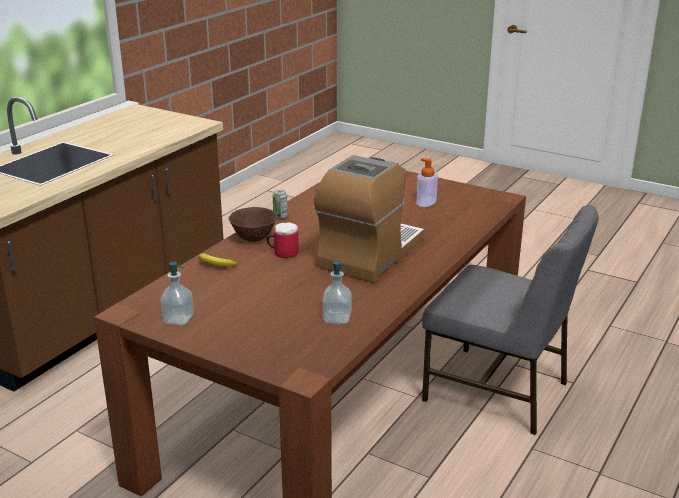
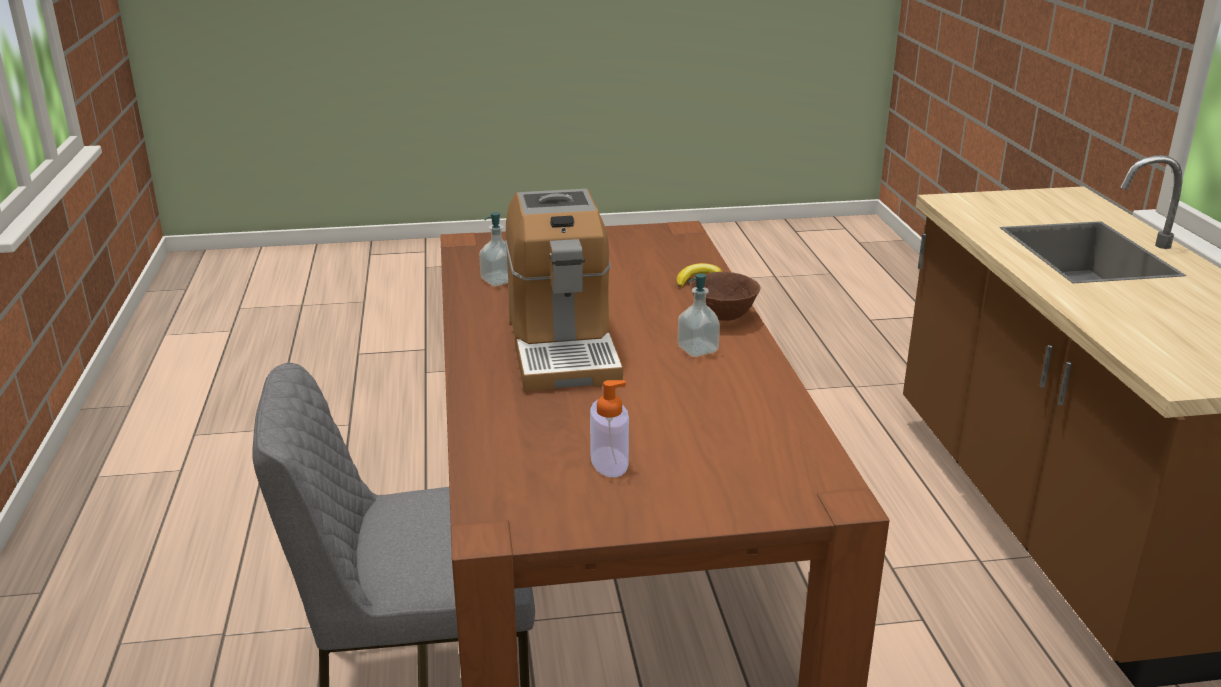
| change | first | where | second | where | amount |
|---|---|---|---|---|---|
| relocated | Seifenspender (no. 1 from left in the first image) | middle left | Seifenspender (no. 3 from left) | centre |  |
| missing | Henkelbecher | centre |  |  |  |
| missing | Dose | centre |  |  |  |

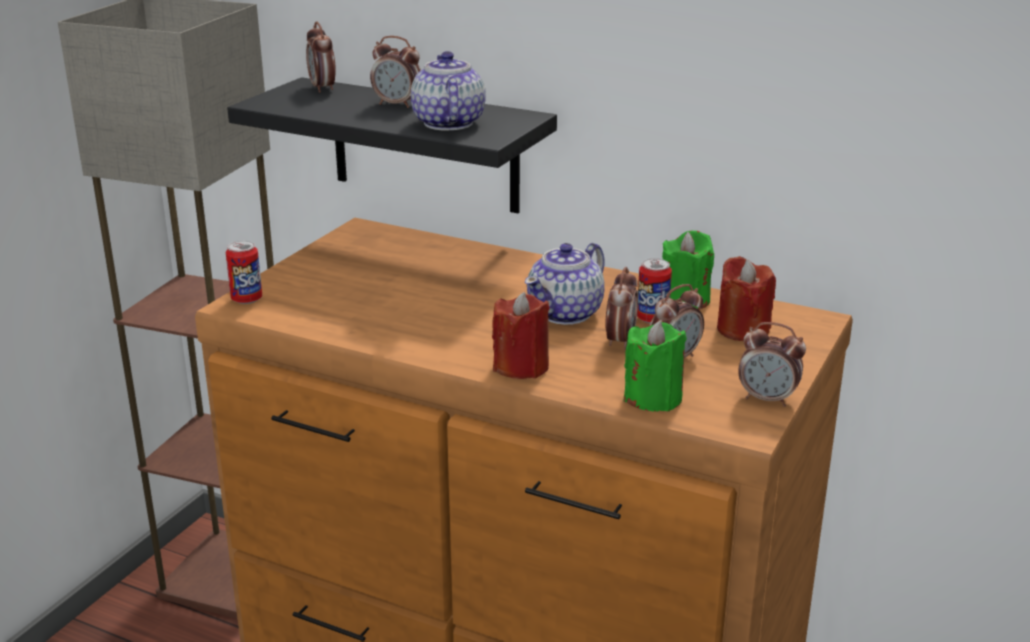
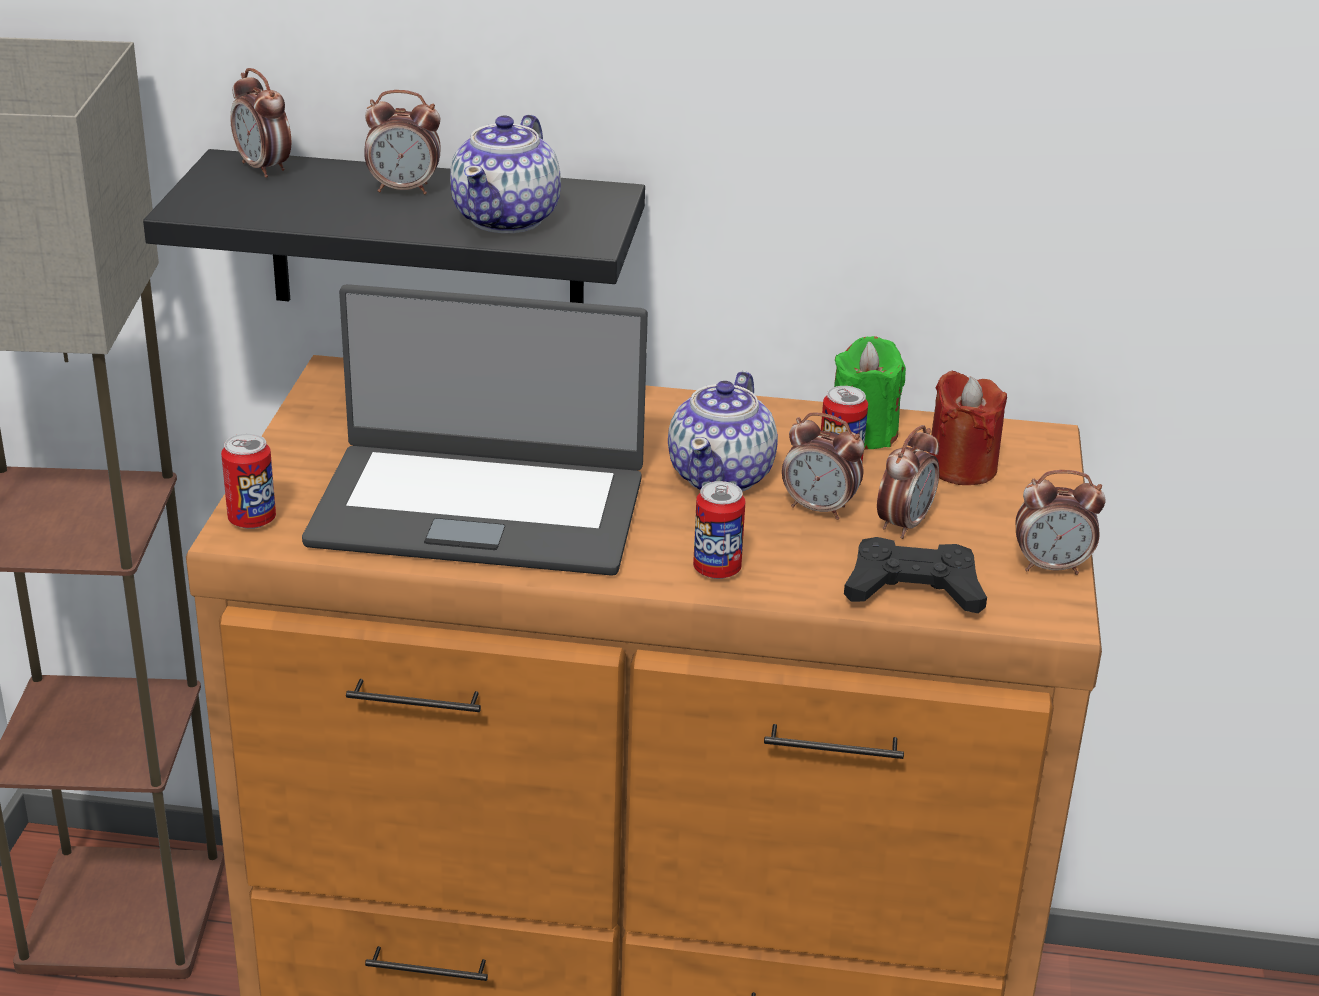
| change | first | where | second | where | amount |
|---|---|---|---|---|---|
| appeared |  |  | Laptop | centre |  |
| spun | Teekanne (no. 1 from left) | top centre |  | top centre | 135 degrees counterclockwise |
| exchanged | Kerze (rot) (no. 1 from left) | centre | Dose (no. 2 from left) | centre |  |
| spun | Wecker (no. 3 from left) | centre |  | centre | 120 degrees clockwise |
| exchanged | Kerze (grün) (no. 1 from left) | centre | Gamepad (schwarz) | middle right |  |

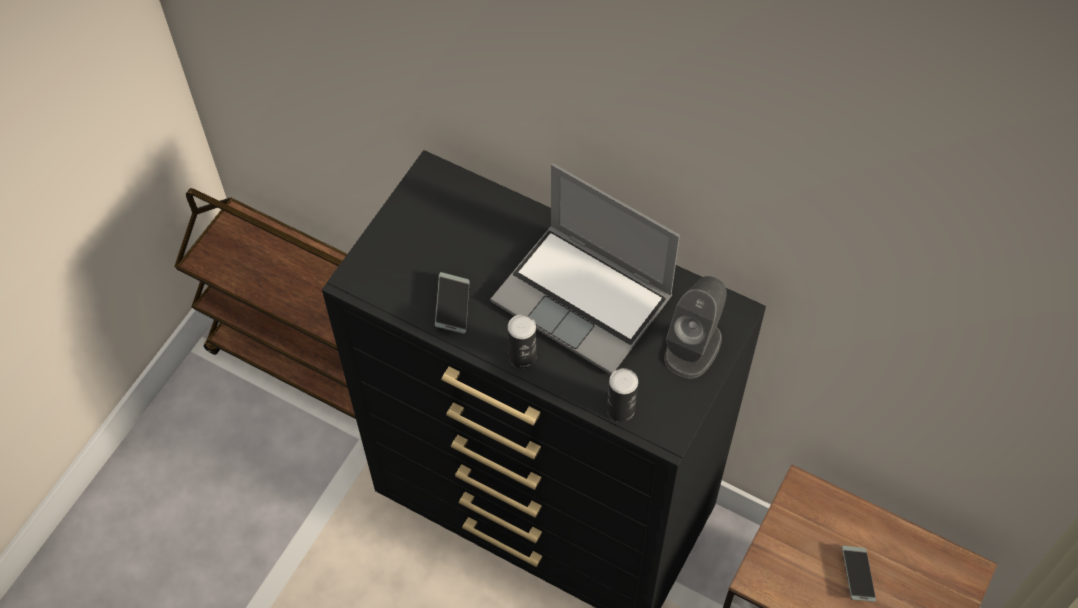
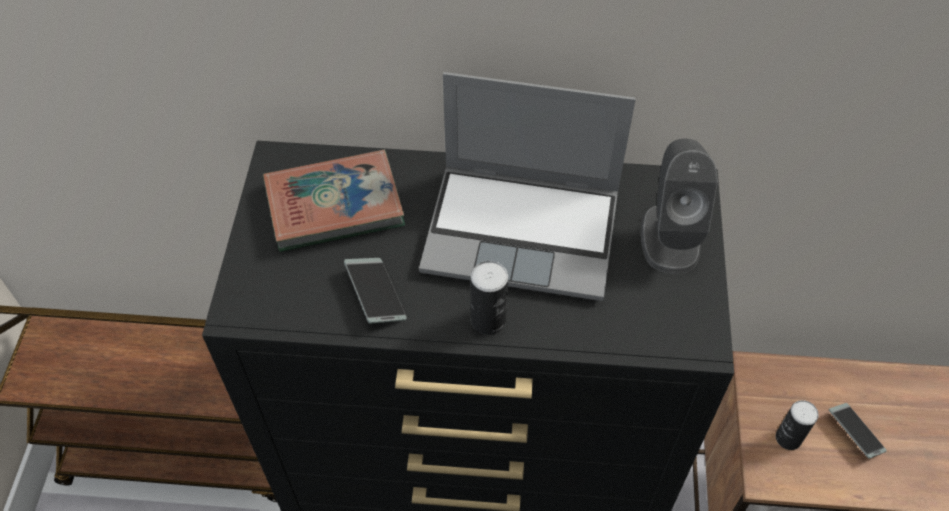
| change | first | where | second | where | amount |
|---|---|---|---|---|---|
| appeared |  |  | Buch | centre |  |
| relocated | Dose (no. 2 from left) | centre |  | bottom right |  |

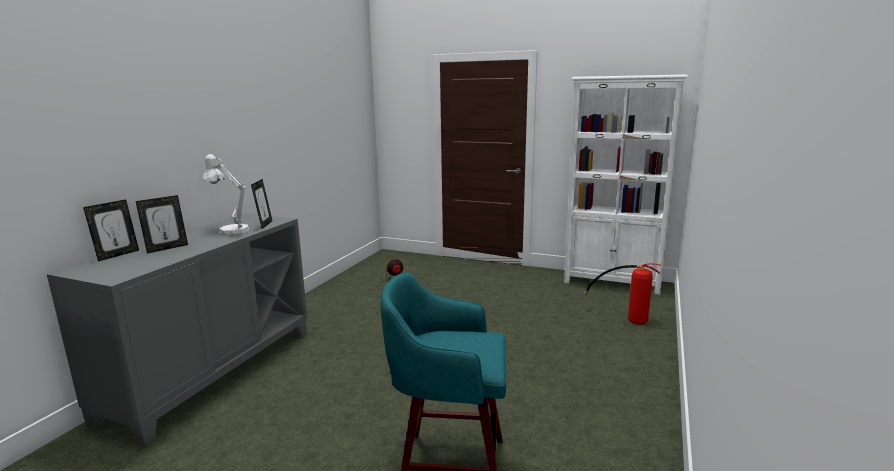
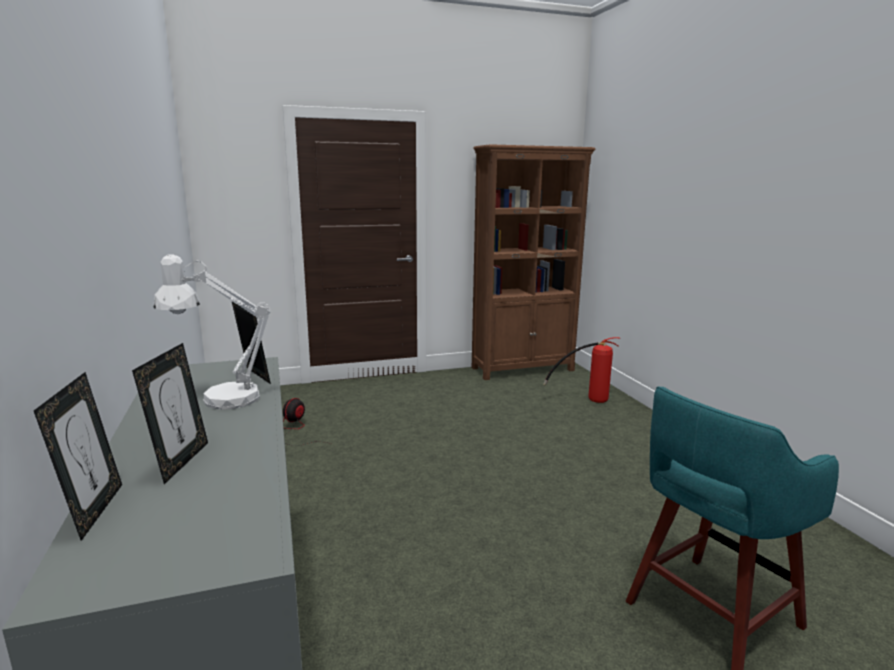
| change | first | where | second | where | amount |
|---|---|---|---|---|---|
| colour | Bücherregal (weiß) | middle right | Bücherregal (braun) | centre |  |

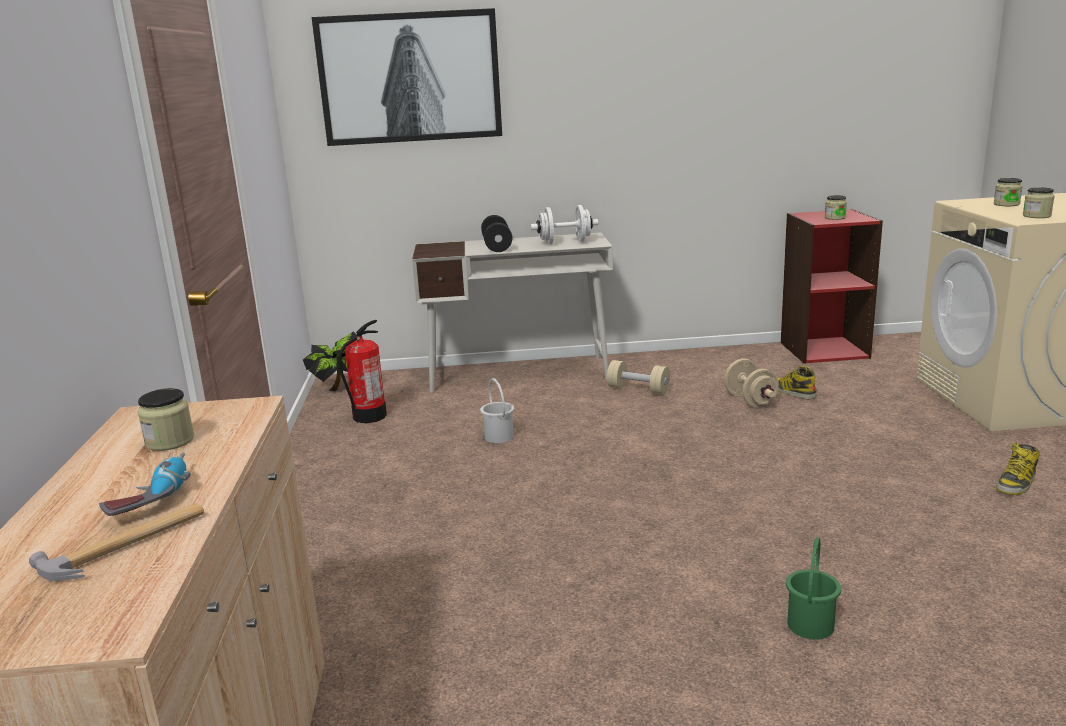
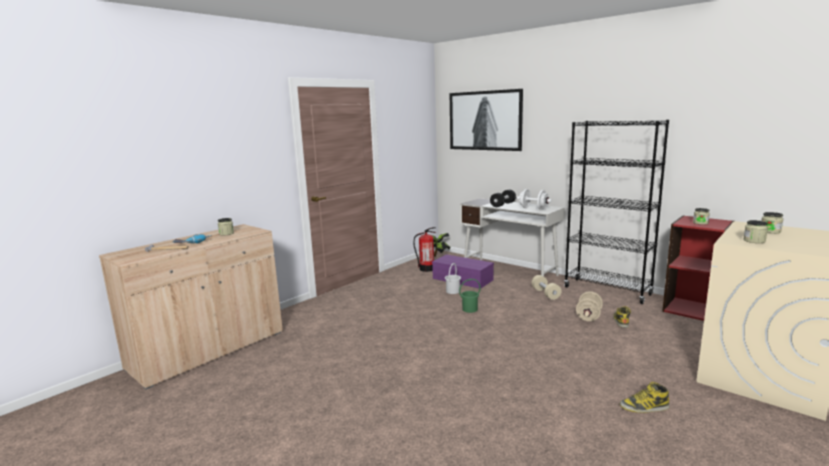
| change | first | where | second | where | amount |
|---|---|---|---|---|---|
| appeared |  |  | Aufbewahrungsbox (lila) | centre |  |
| relocated | Eimer (grün) | bottom right |  | centre |  |
| appeared |  |  | Bücherregal (schwarz) | middle right |  |

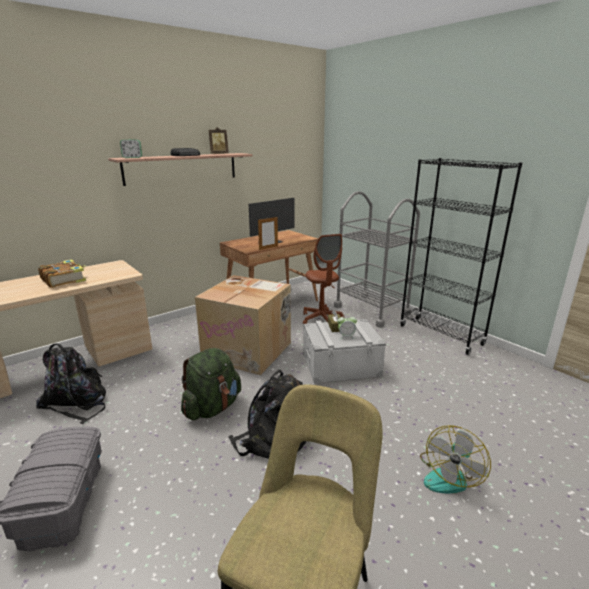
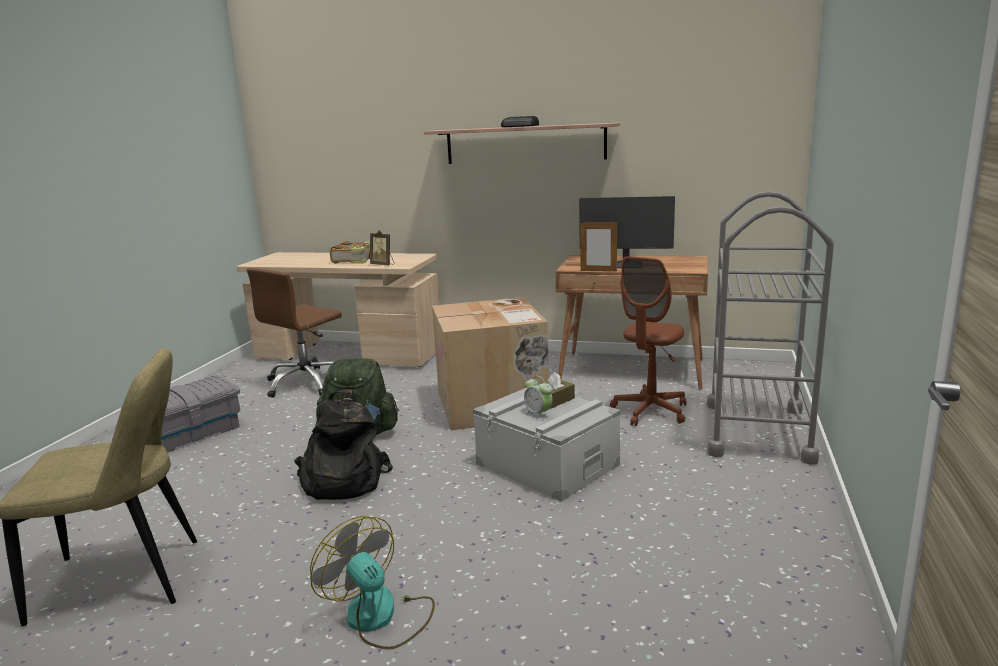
| change | first | where | second | where | amount |
|---|---|---|---|---|---|
| exchanged | Rucksack (schwarz) (no. 1 from left) | middle left | Bürostuhl (braun) (no. 1 from left) | middle left |  |
| spun | Ventilator | bottom right |  | bottom centre | 45 degrees clockwise |
| relocated | Bilderrahmen (no. 1 from left) | top centre |  | centre |  |
| missing | Wecker (no. 1 from left) | top left |  |  |  |
| missing | Bücherregal (schwarz) | middle right |  |  |  |

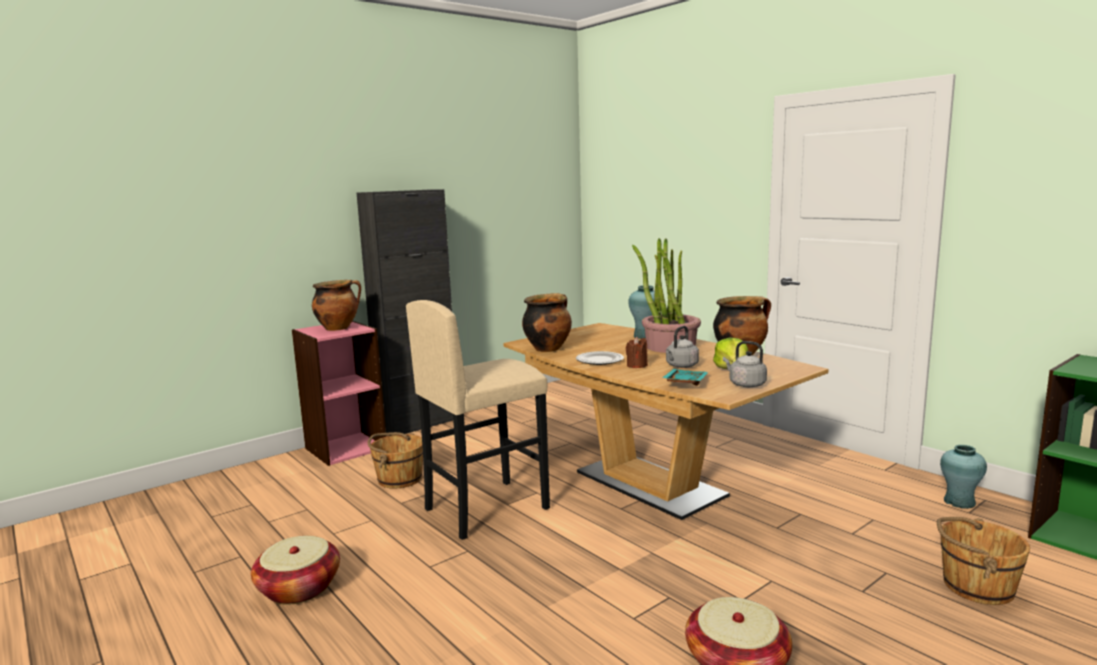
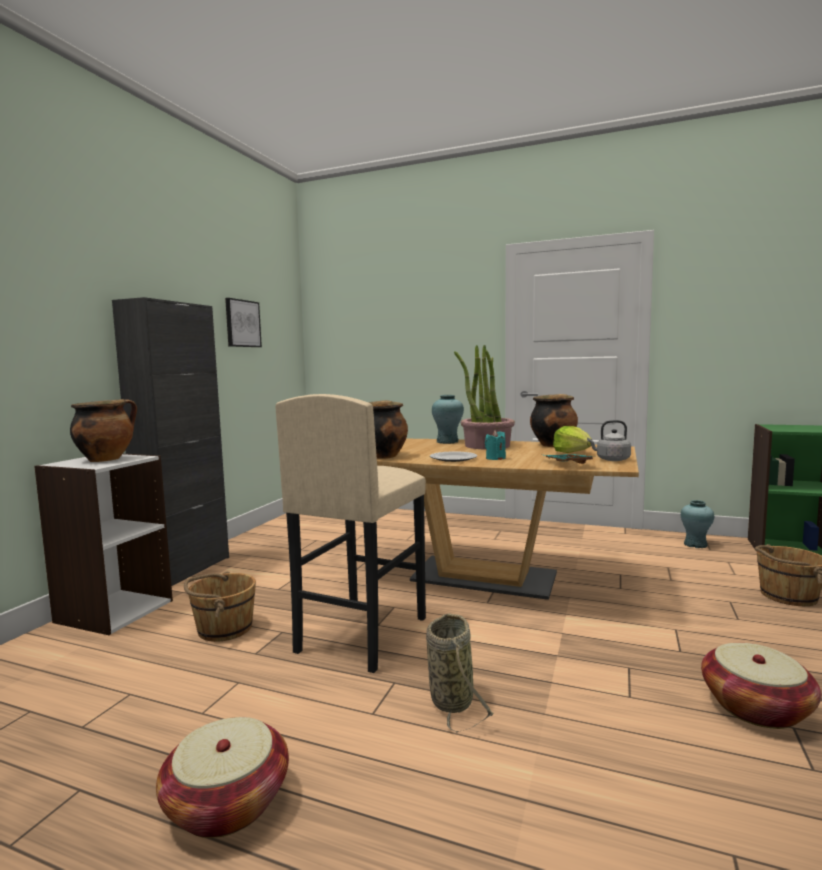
| change | first | where | second | where | amount |
|---|---|---|---|---|---|
| colour | Bücherregal (rosa) | middle left | Bücherregal (weiß) | middle left |  |
| appeared |  |  | Bild | middle left |  |
| appeared |  |  | Korb (no. 2 from left) | bottom centre |  |
| colour | Kerze (braun) | centre | Kerze (türkis) | centre |  |
| missing | Wasserkessel (grau) (no. 1 from left) | centre |  |  |  |

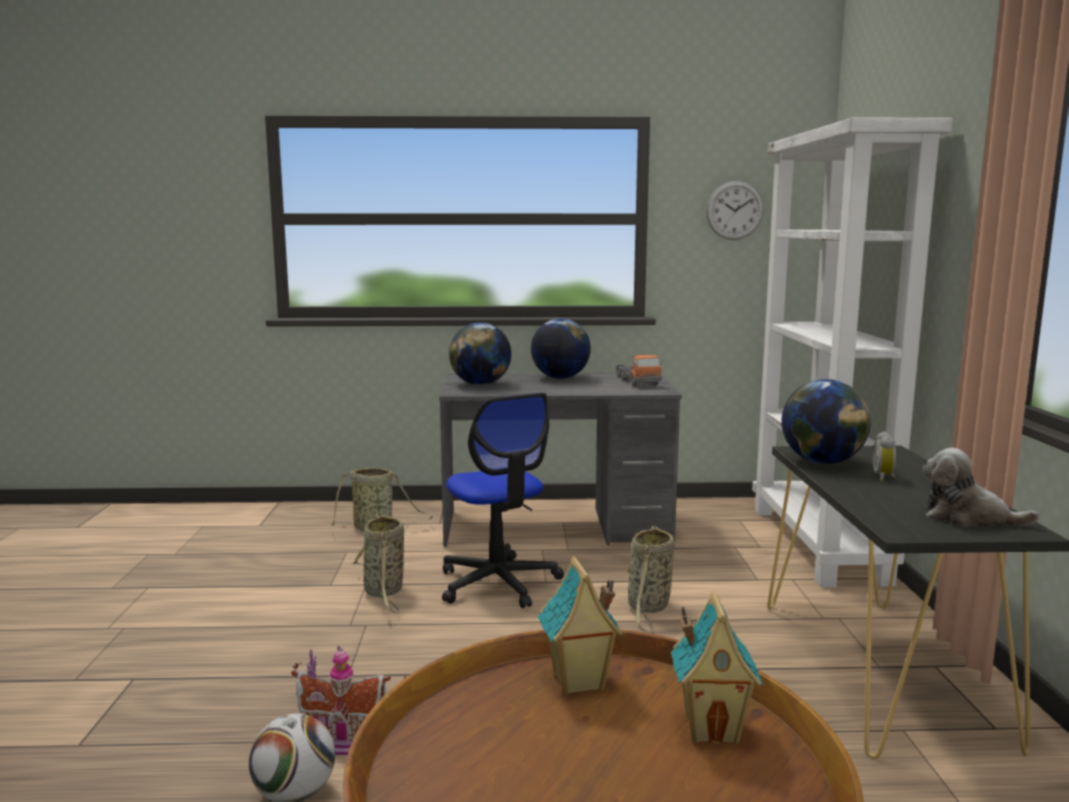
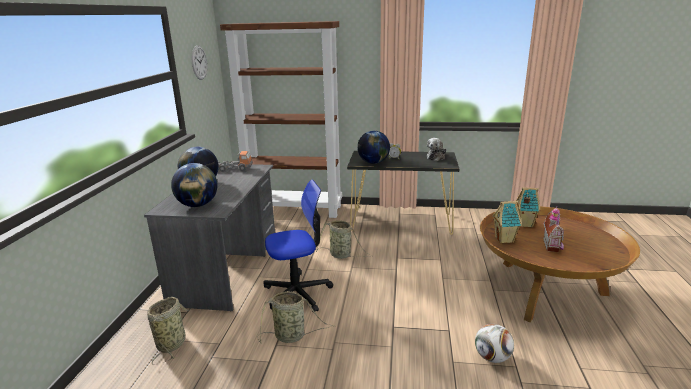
| change | first | where | second | where | amount |
|---|---|---|---|---|---|
| colour | Bücherregal (weiß) | middle right | Bücherregal (braun) | top centre |  |
| relocated | Spielzeughaus (no. 1 from left in the first image) | bottom left | Spielzeughaus (no. 3 from left) | middle right |  |

